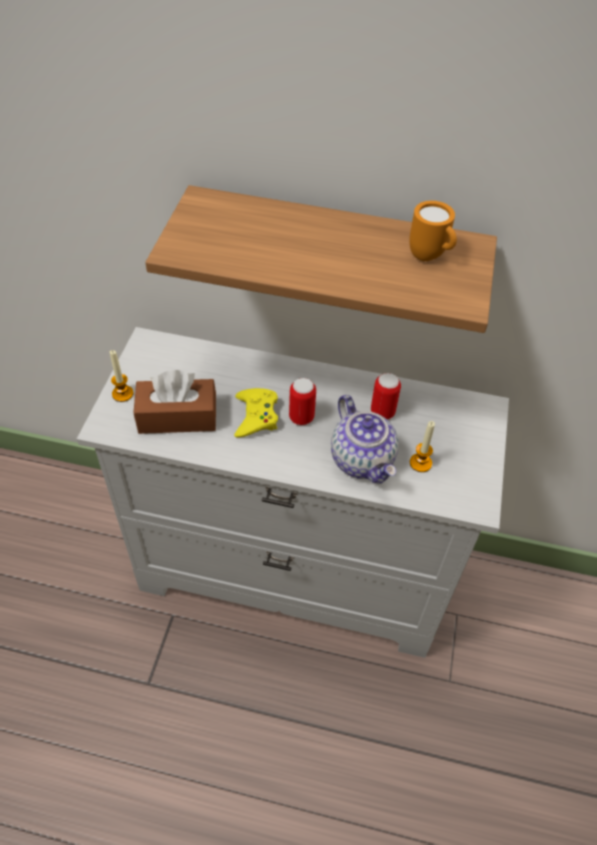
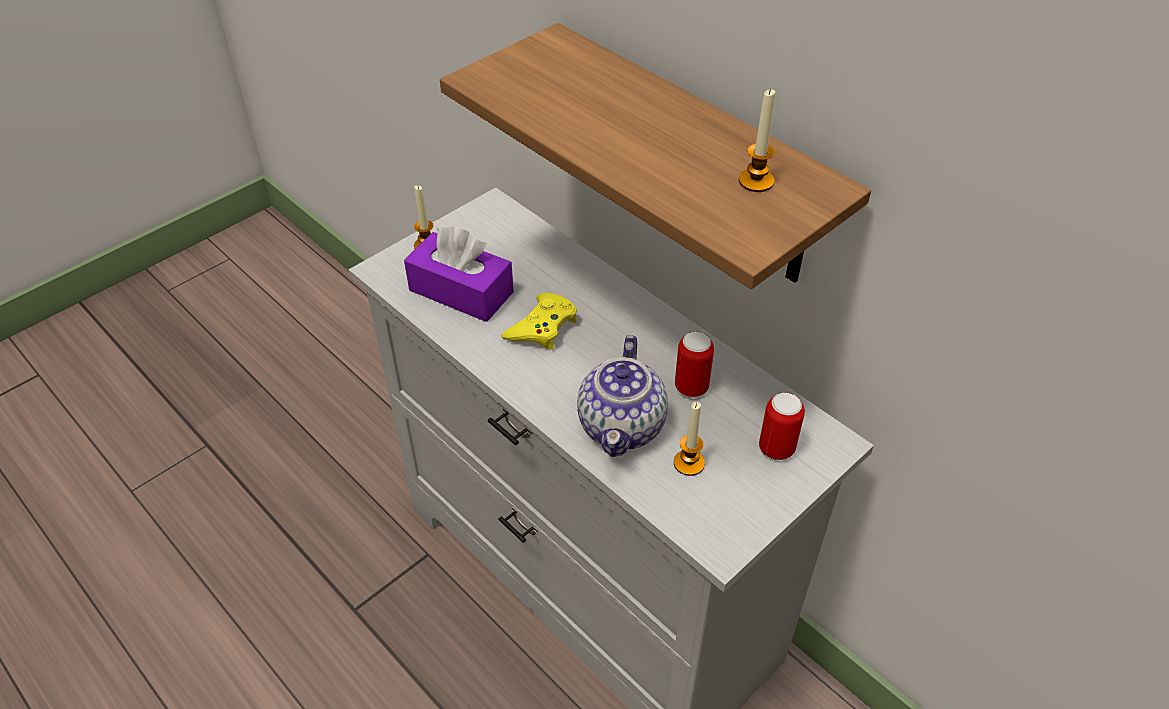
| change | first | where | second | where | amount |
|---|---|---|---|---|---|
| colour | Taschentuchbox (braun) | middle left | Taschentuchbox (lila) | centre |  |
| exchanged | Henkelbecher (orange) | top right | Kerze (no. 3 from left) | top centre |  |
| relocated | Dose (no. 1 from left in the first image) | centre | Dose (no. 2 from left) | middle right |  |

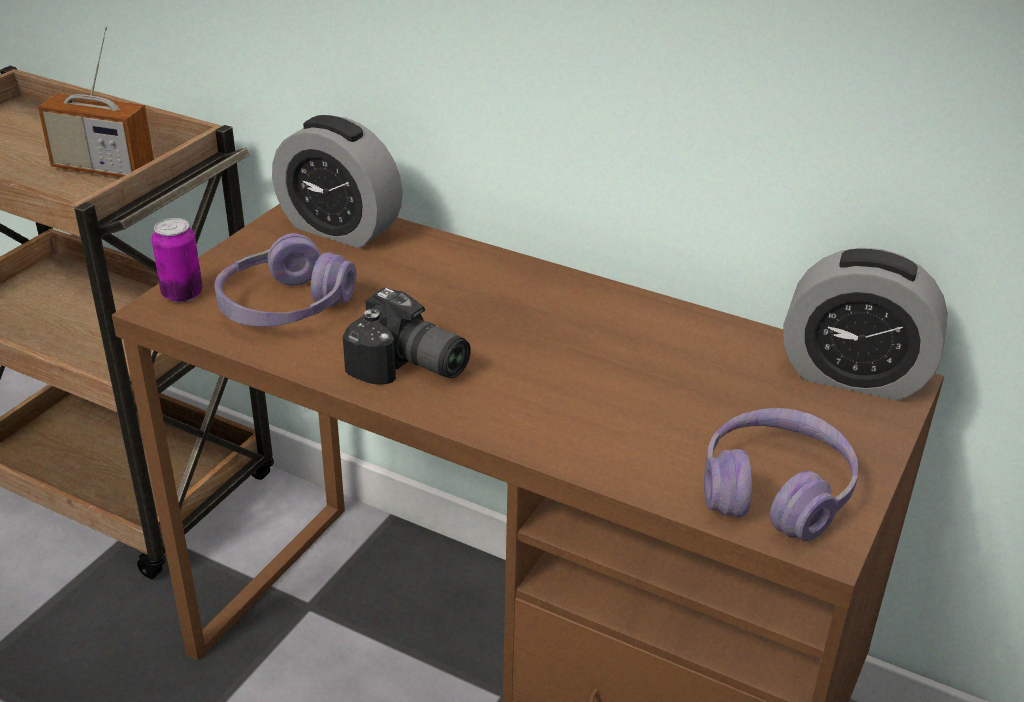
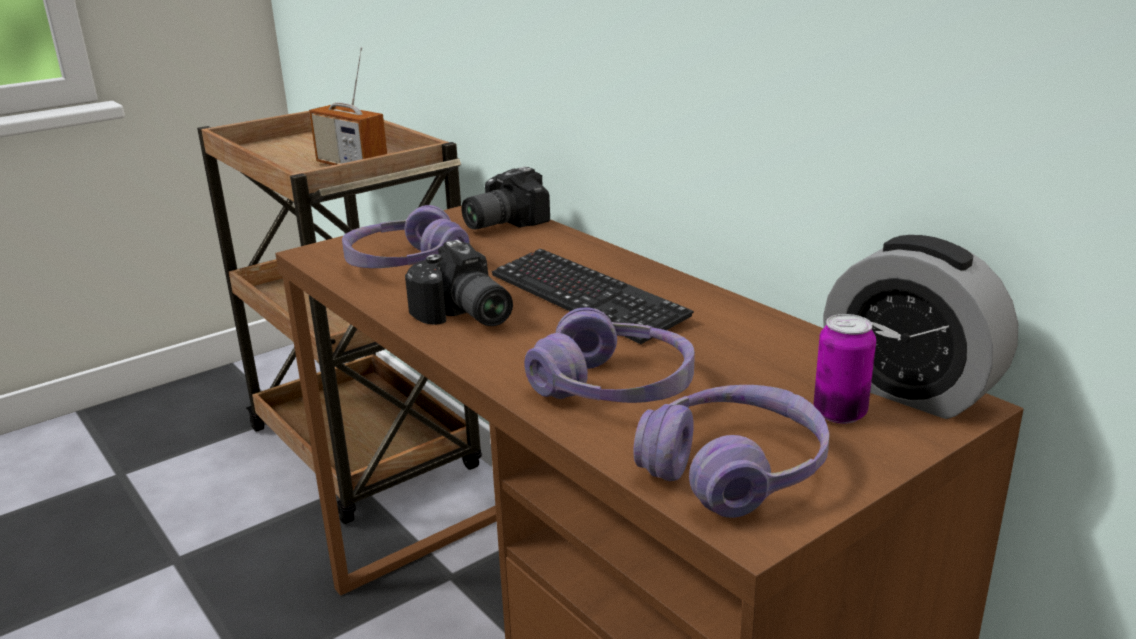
| change | first | where | second | where | amount |
|---|---|---|---|---|---|
| exchanged | Wecker (no. 1 from left) | top left | Kamera (no. 2 from left) | top centre |  |
| appeared |  |  | Tastatur | centre |  |
| appeared |  |  | Kopfhörer (lila) (no. 2 from left) | centre |  |
| relocated | Dose | middle left |  | middle right |  |

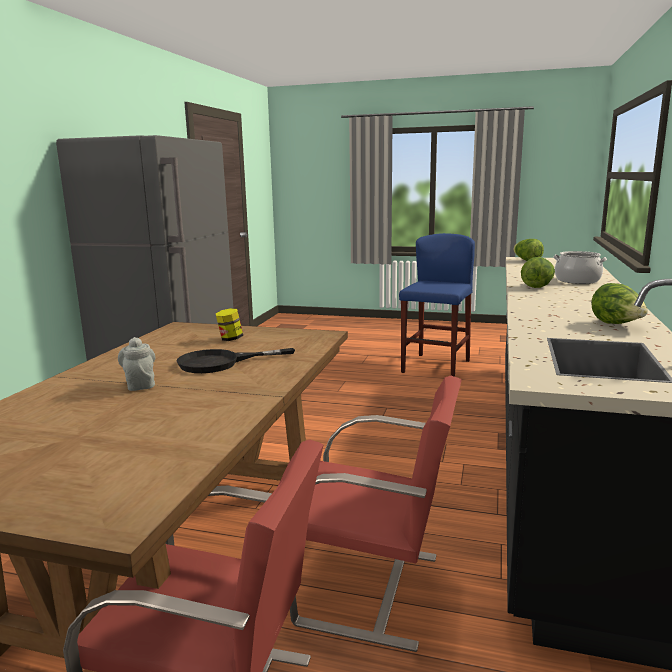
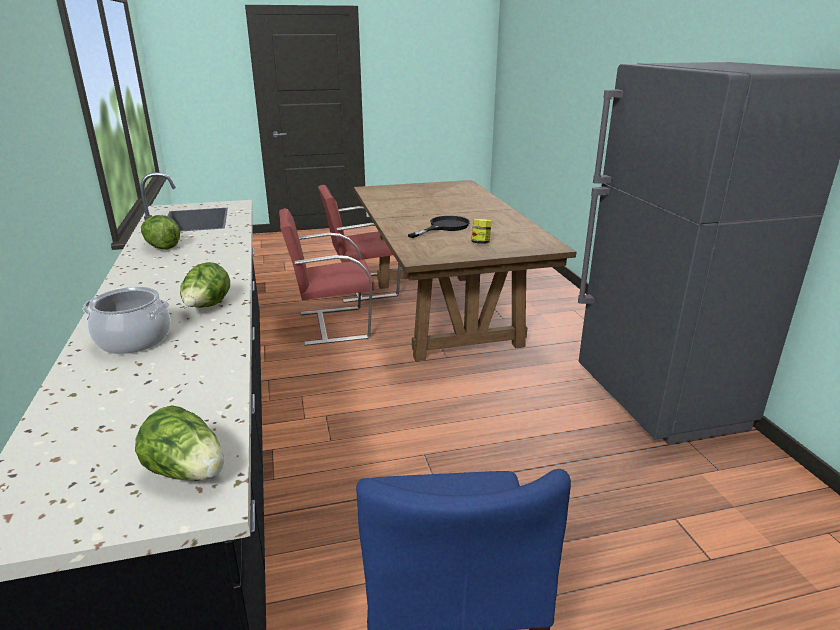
| change | first | where | second | where | amount |
|---|---|---|---|---|---|
| missing | Teekanne (grau) | middle left |  |  |  |

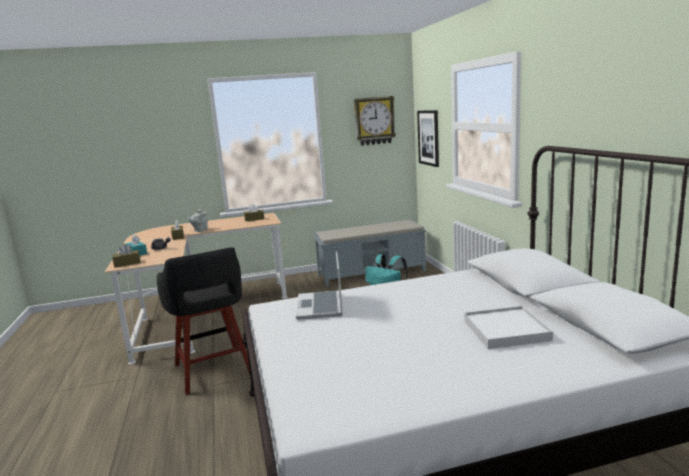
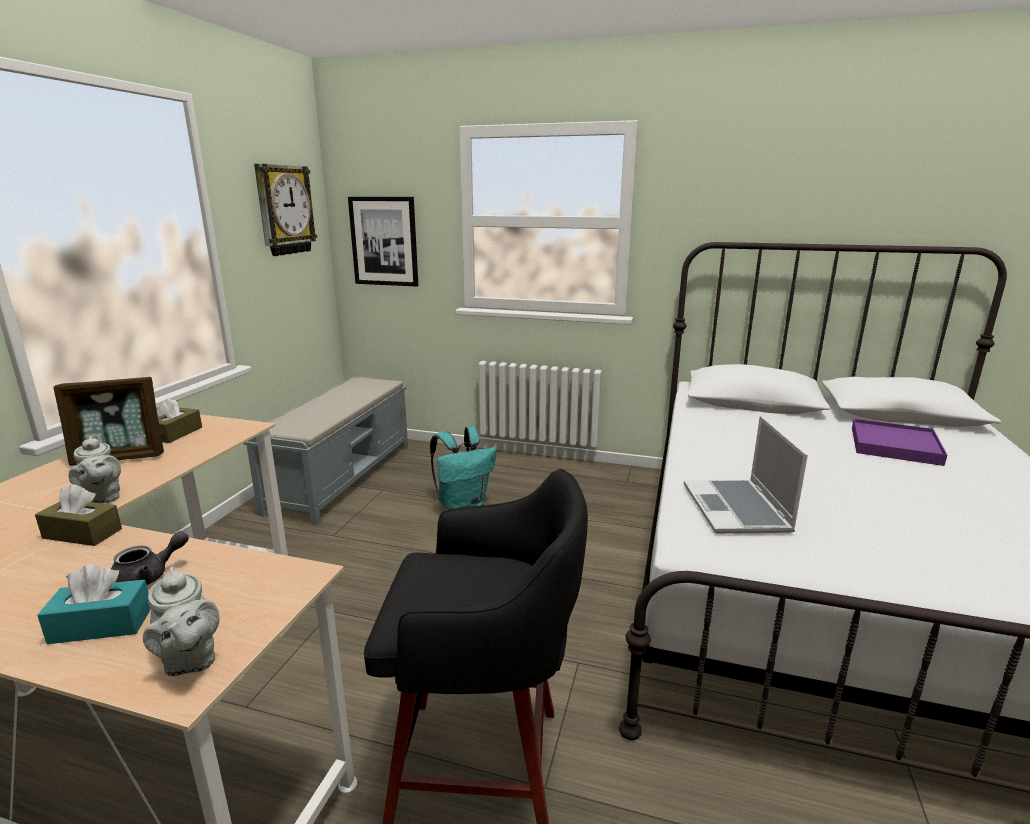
| change | first | where | second | where | amount |
|---|---|---|---|---|---|
| appeared |  |  | Bilderrahmen | middle left |  |
| exchanged | Taschentuchbox (braun) (no. 1 from left) | middle left | Teekanne (grau) (no. 3 from left) | bottom left |  |
| spun | Laptop | centre |  | middle right | 60 degrees clockwise |
| colour | Tablett (weiß) | bottom right | Tablett (lila) | middle right |  |

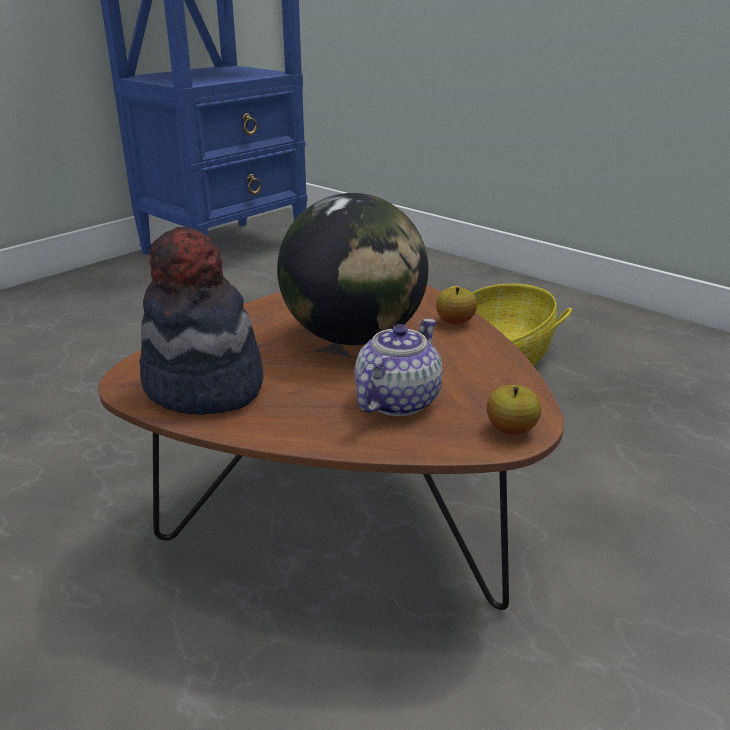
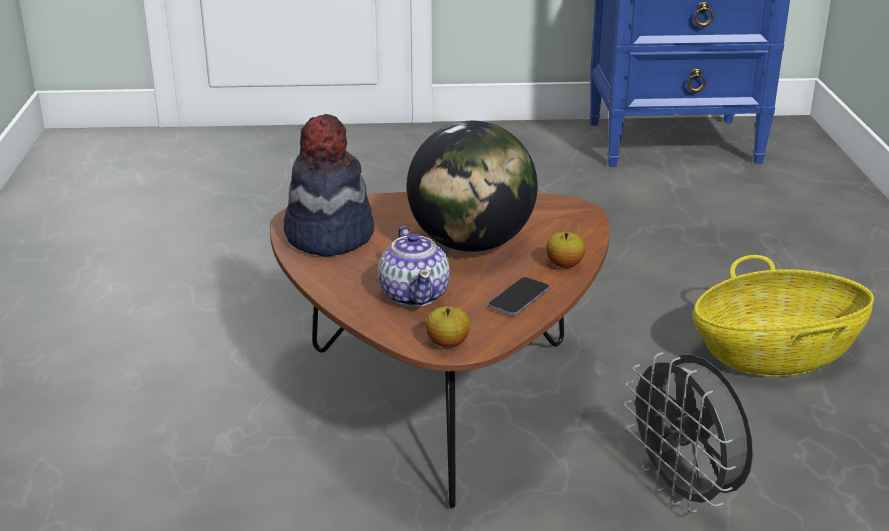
| change | first | where | second | where | amount |
|---|---|---|---|---|---|
| spun | Teekanne | centre |  | centre | 90 degrees clockwise |
| appeared |  |  | Handy | centre |  |
| appeared |  |  | Ventilator (grau) | bottom right |  |

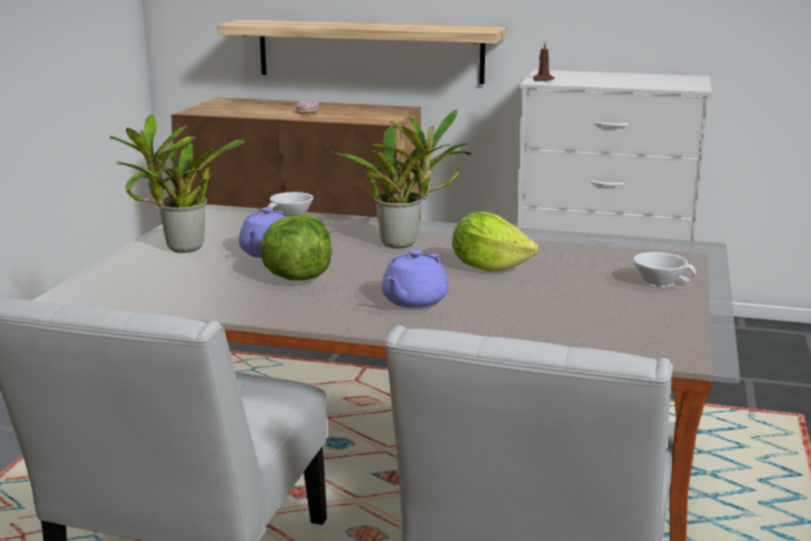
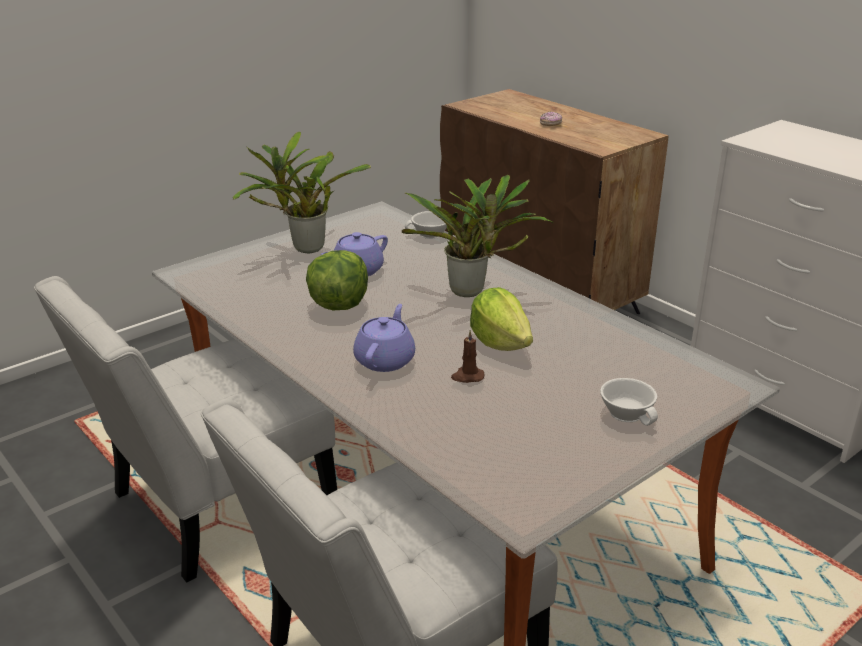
| change | first | where | second | where | amount |
|---|---|---|---|---|---|
| spun | Teekanne (lila) (no. 2 from left) | centre |  | centre | 135 degrees clockwise |
| relocated | Kerze (braun) | top right |  | centre |  |
| missing | Wandregal | top centre |  |  |  |

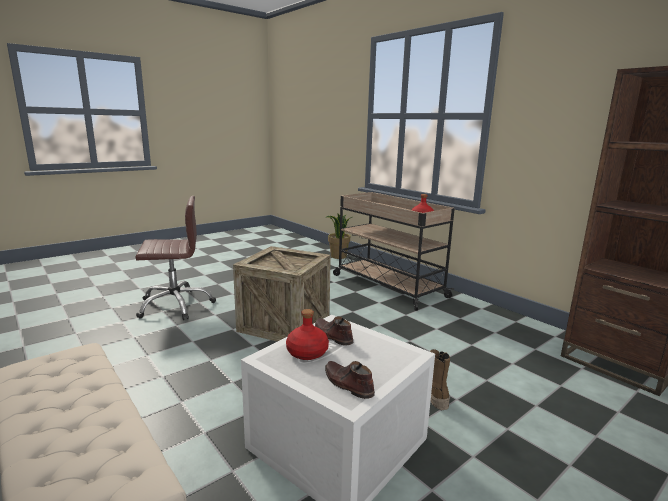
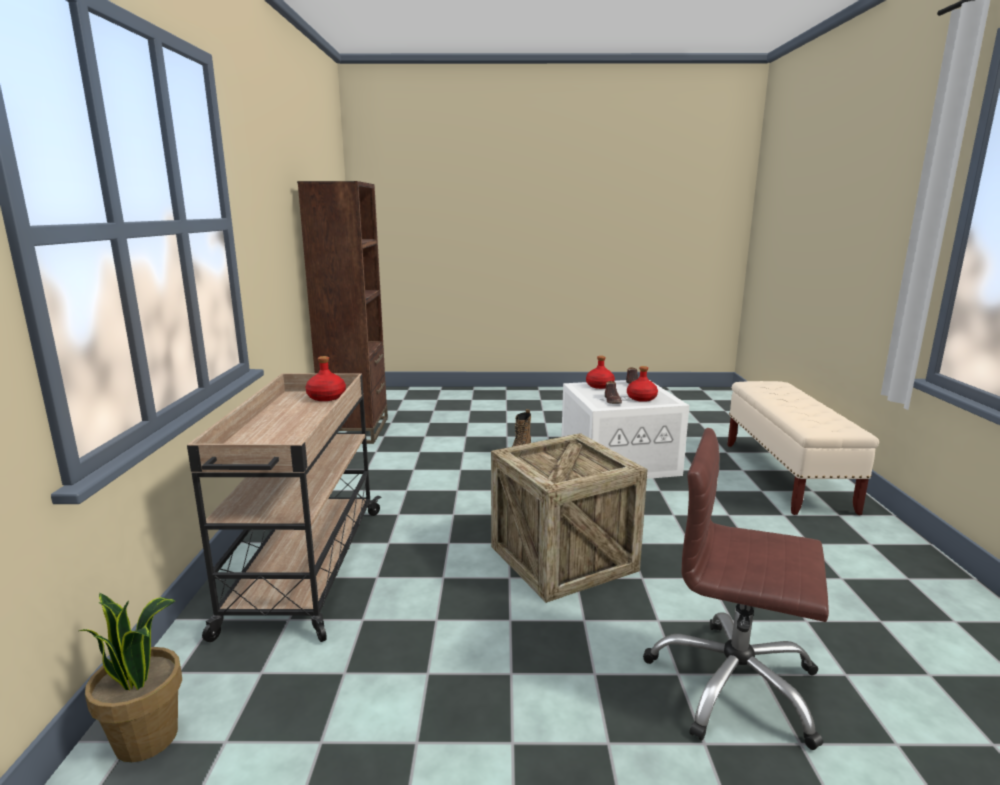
| change | first | where | second | where | amount |
|---|---|---|---|---|---|
| appeared |  |  | Flasche (rot) (no. 2 from left) | centre |  |

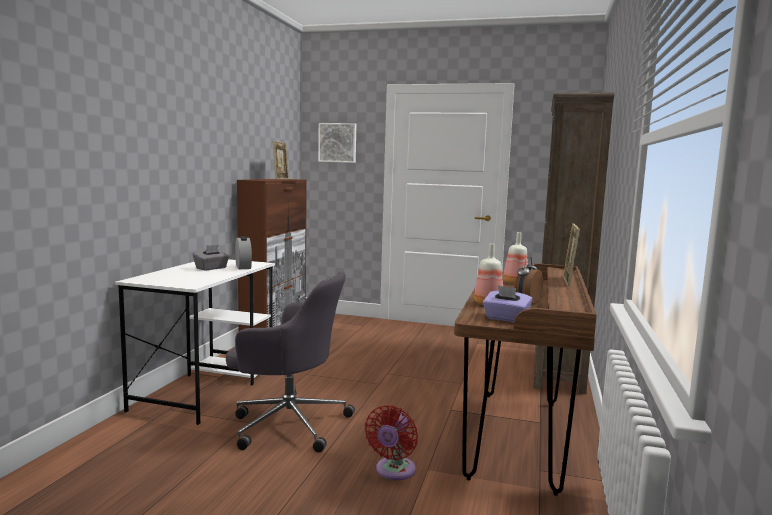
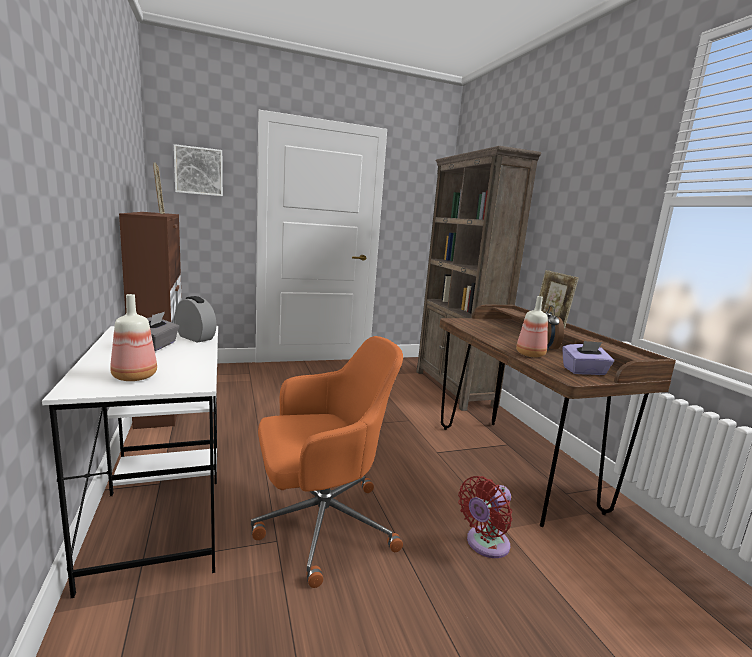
| change | first | where | second | where | amount |
|---|---|---|---|---|---|
| relocated | Flasche (no. 2 from left in the first image) | middle right | Flasche (no. 1 from left) | middle left |  |
| colour | Bürostuhl (grau) | bottom centre | Bürostuhl (orange) | bottom centre |  |
| spun | Ventilator (rot) | bottom centre |  | bottom centre | 60 degrees clockwise |

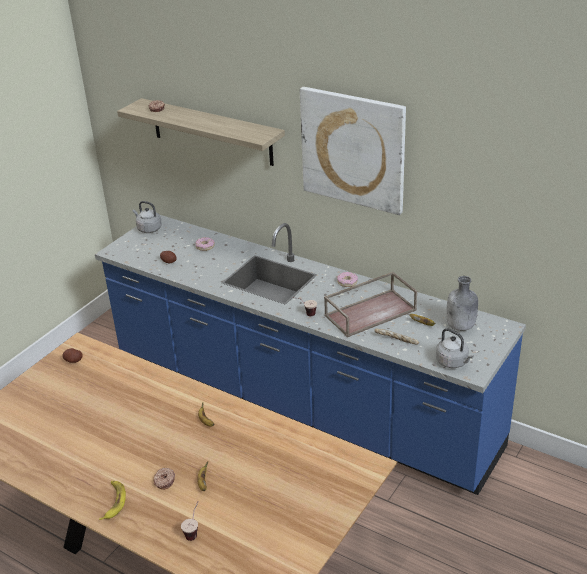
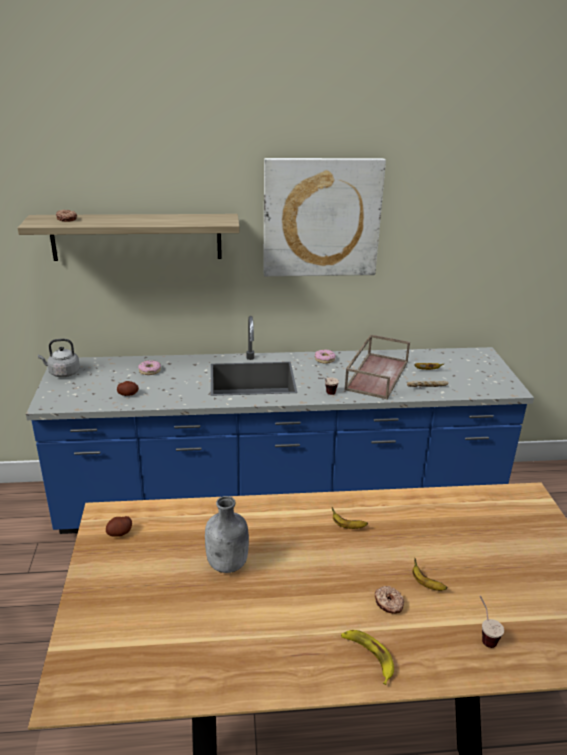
| change | first | where | second | where | amount |
|---|---|---|---|---|---|
| relocated | Flasche (grau) | middle right |  | bottom centre |  |
| missing | Wasserkessel (grau) (no. 2 from left) | middle right |  |  |  |

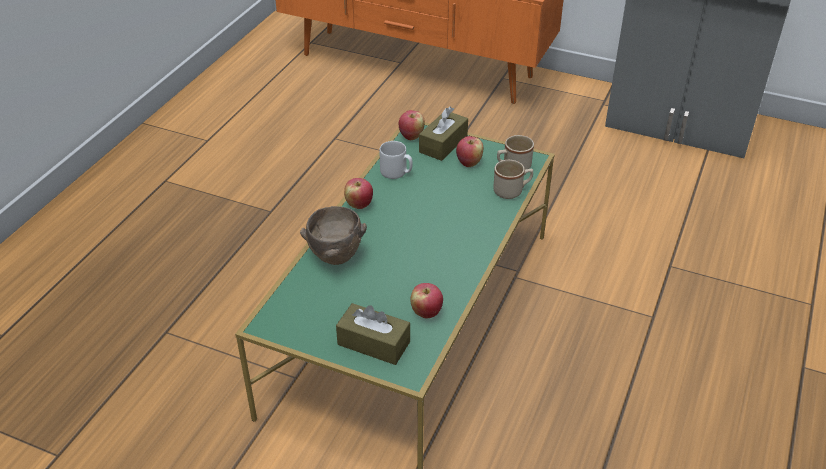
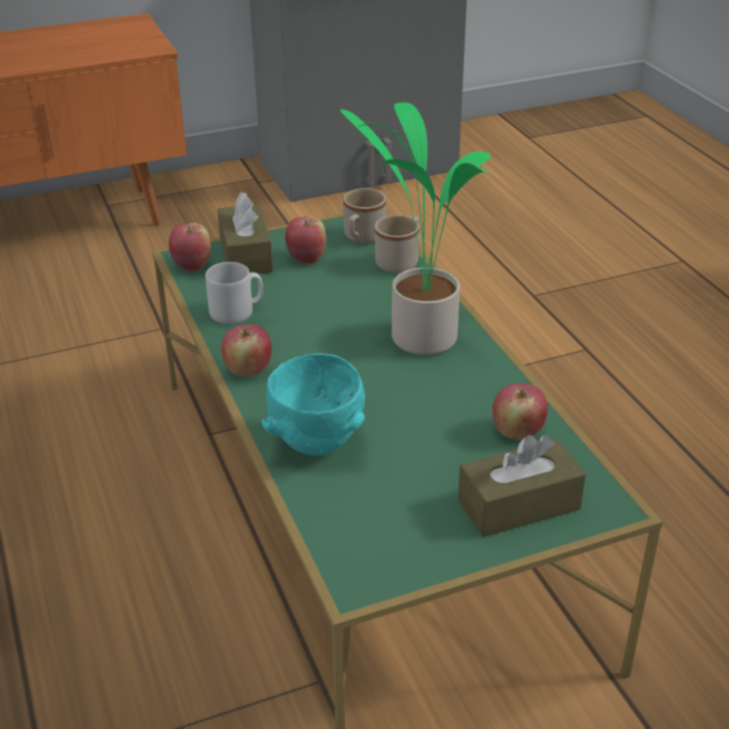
| change | first | where | second | where | amount |
|---|---|---|---|---|---|
| colour | Schüssel (braun) | centre | Schüssel (türkis) | centre |  |
| appeared |  |  | Topfpflanze | top centre |  |

